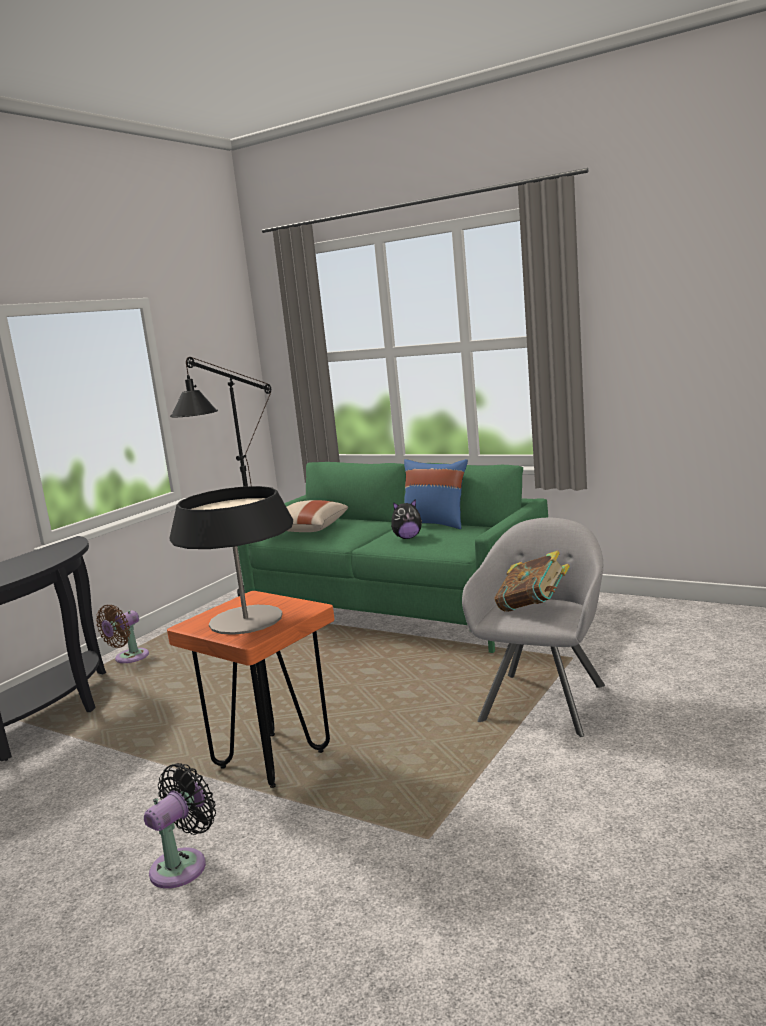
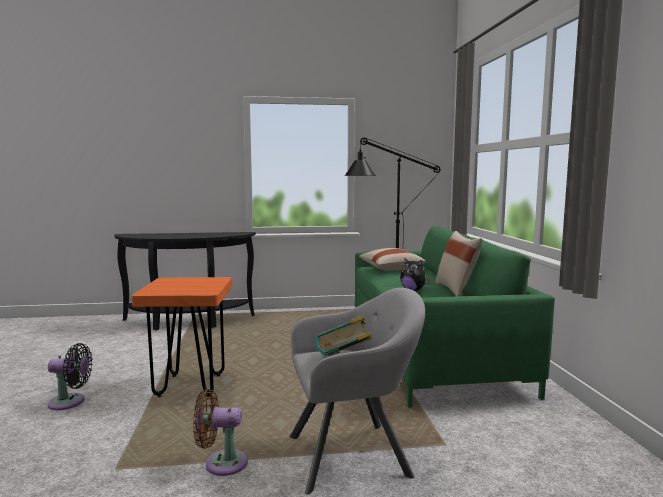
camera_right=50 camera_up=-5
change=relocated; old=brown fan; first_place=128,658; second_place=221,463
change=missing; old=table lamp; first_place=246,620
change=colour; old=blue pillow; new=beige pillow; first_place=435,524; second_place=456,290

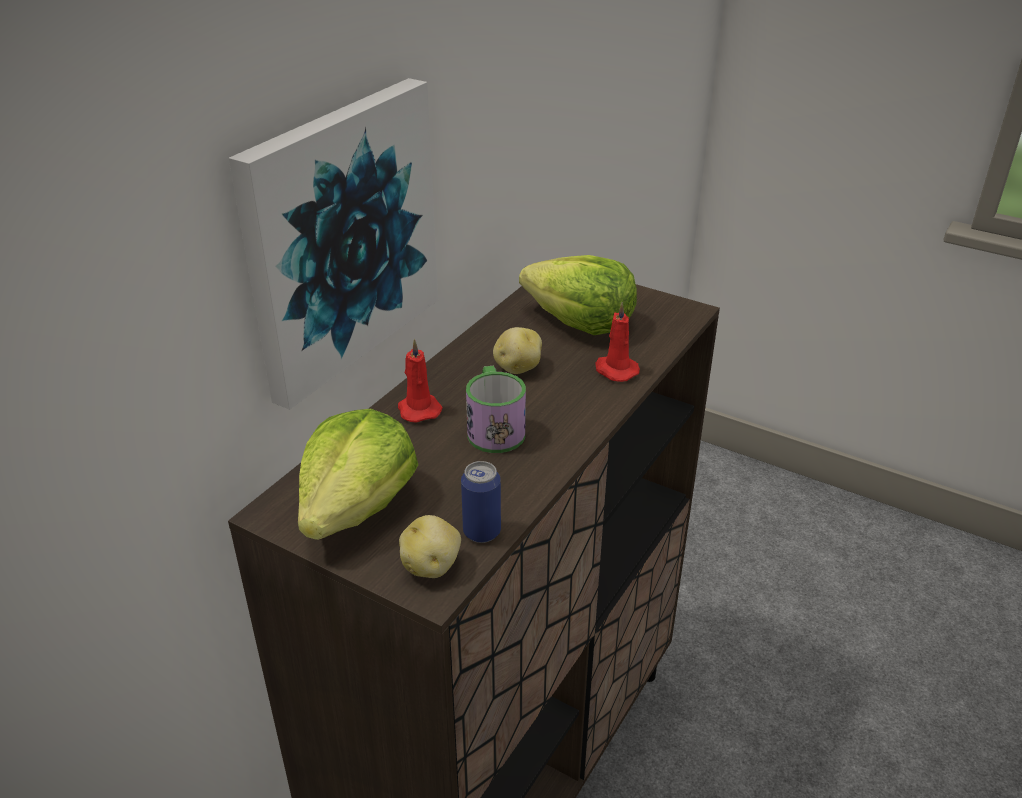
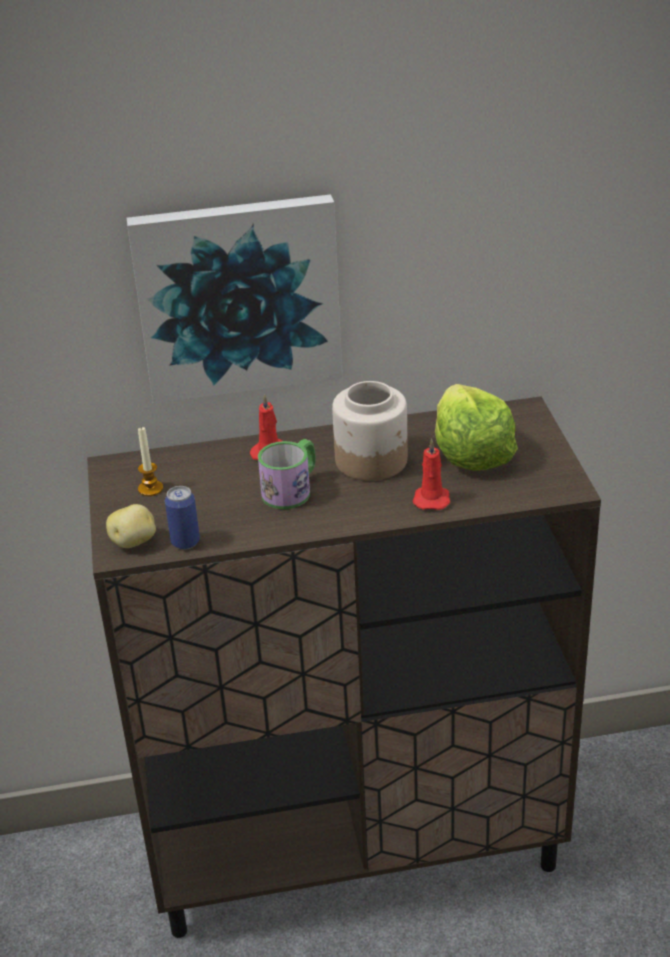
camera_right=50 camera_up=0
change=exchanged; old=lettuce; new=candle; first_place=357,507; second_place=150,489
change=exchanged; old=potato; new=jar; first_place=517,368; second_place=372,460

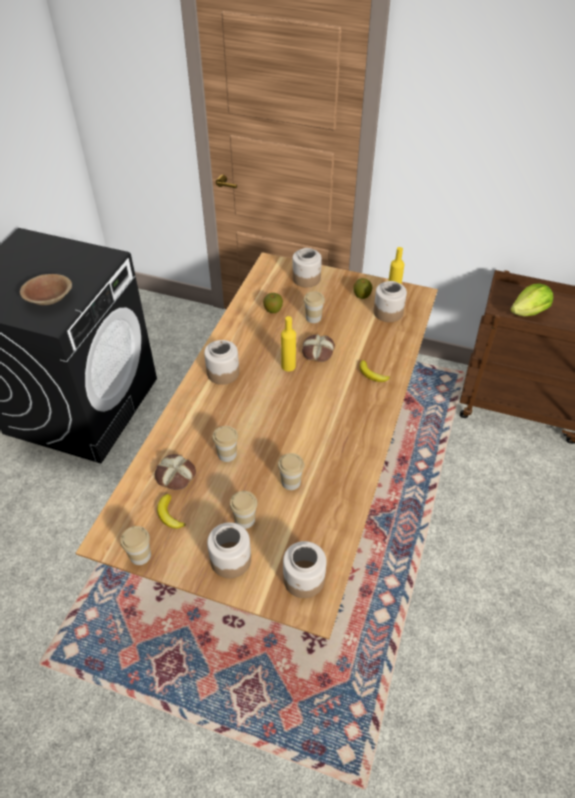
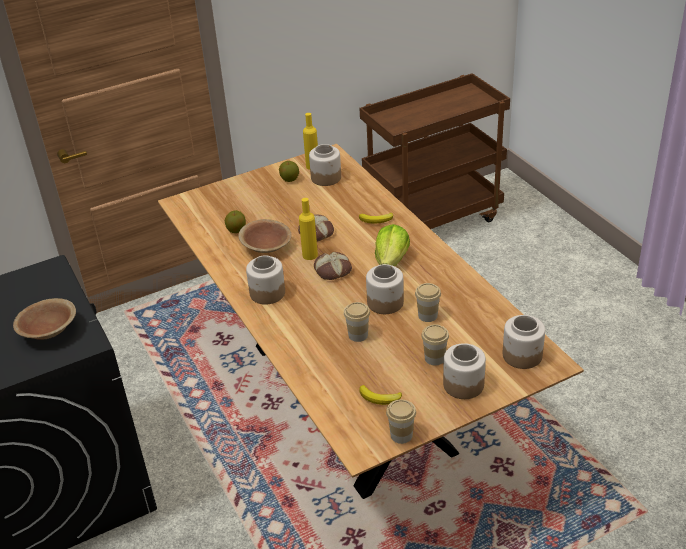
camera_right=-45 camera_up=-10
change=relocated; old=bread; first_place=175,476; second_place=333,270
change=relocated; old=jar; first_place=306,278; second_place=385,302
change=missing; old=cup; first_place=313,318
change=relocated; old=lettuce; first_place=529,312; second_place=392,260
change=appeared; new=brown bowl; second_place=266,247

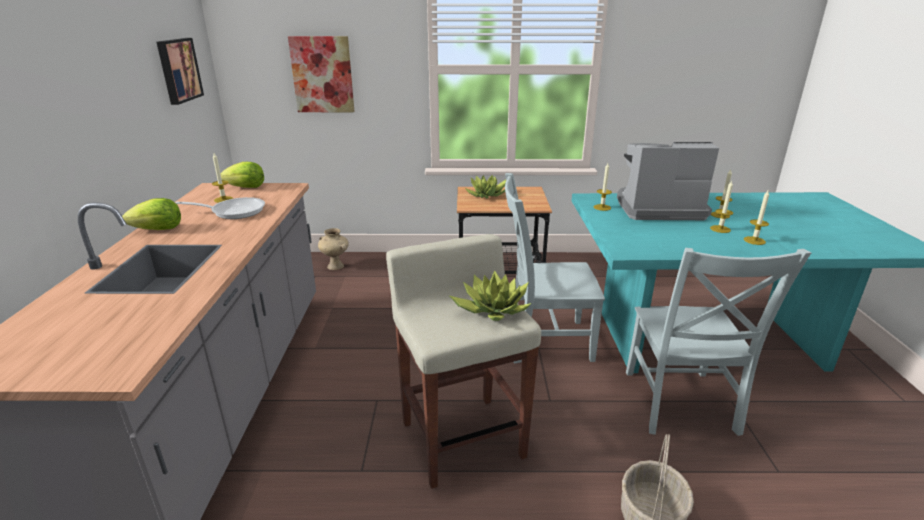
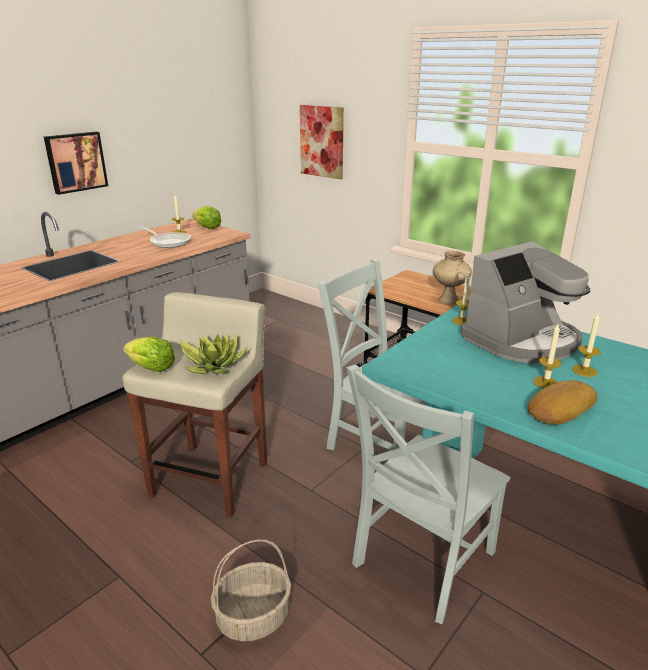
camera_right=40 camera_up=0
change=relocated; old=lettuce; first_place=158,230; second_place=151,368
change=relocated; old=picture; first_place=178,70; second_place=75,162
change=relocated; old=beige vase; first_place=336,266; second_place=449,300
change=missing; old=potted plant; first_place=487,195
change=spun; old=coffee machine; first_place=657,208; second_place=522,340; degrees=105
change=exchanged; old=candle; new=bread; first_place=754,240; second_place=559,408

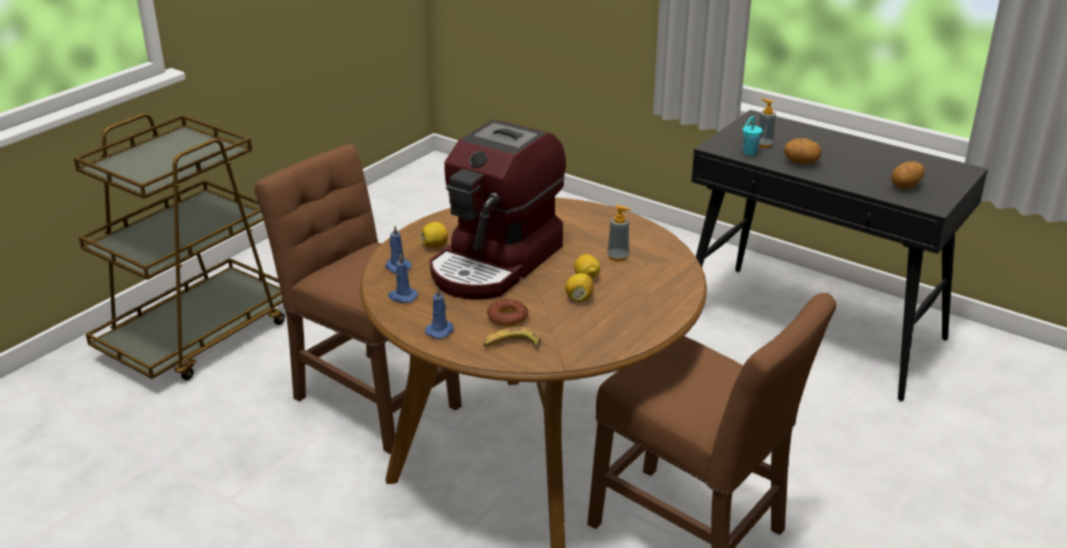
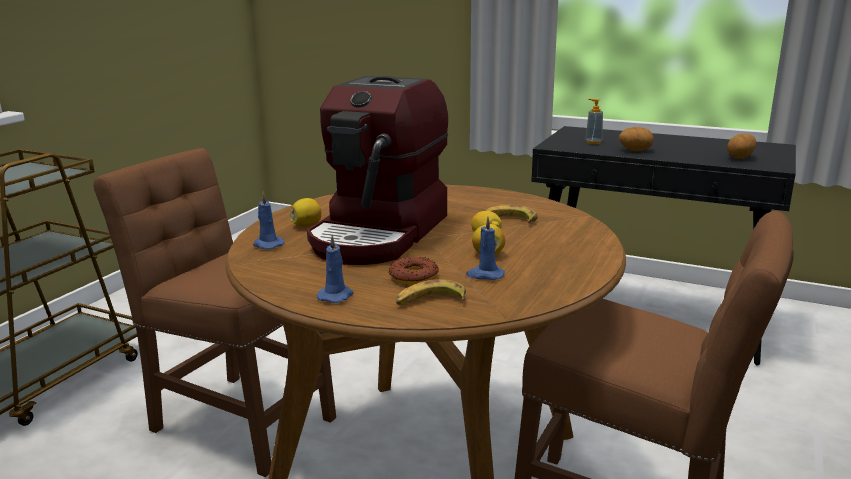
camera_right=-10 camera_up=-10
change=relocated; old=blue candle; first_place=402,297; second_place=485,275
change=exchanged; old=soap dispenser; new=banana; first_place=618,257; second_place=509,219
change=missing; old=turquoise cup; first_place=749,153

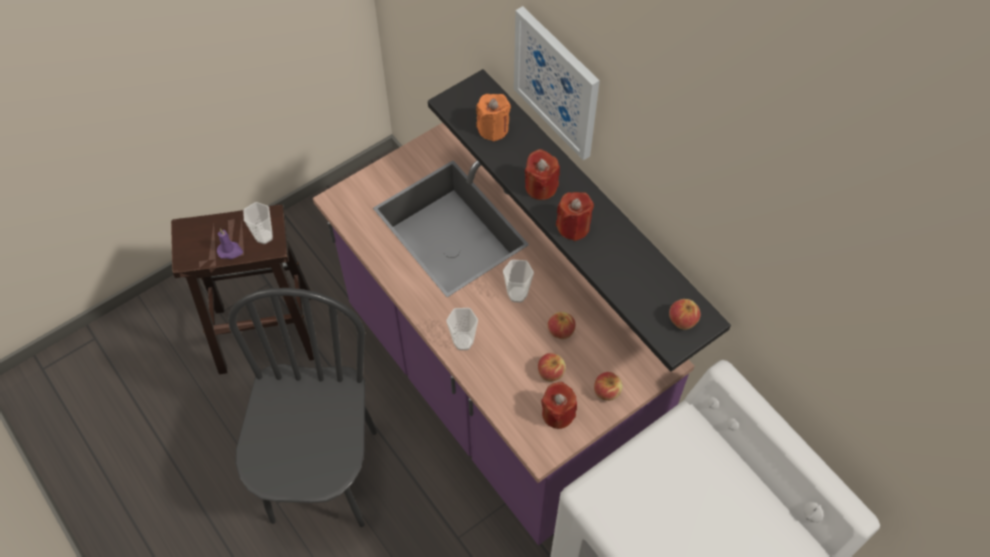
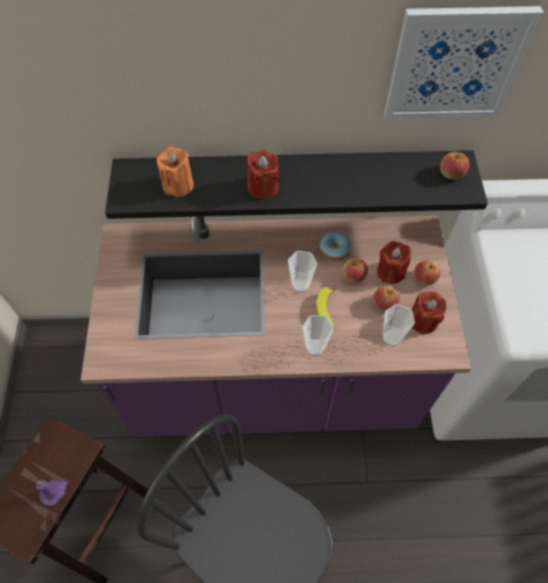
camera_right=-55 camera_up=0
change=relocated; old=cup; first_place=264,236; second_place=391,337
change=relocated; old=picture; first_place=557,83; second_place=455,64
change=relocated; old=red candle; first_place=573,226; second_place=390,272
change=appeared; new=banana; second_place=327,312
change=appeared; new=donut; second_place=335,249

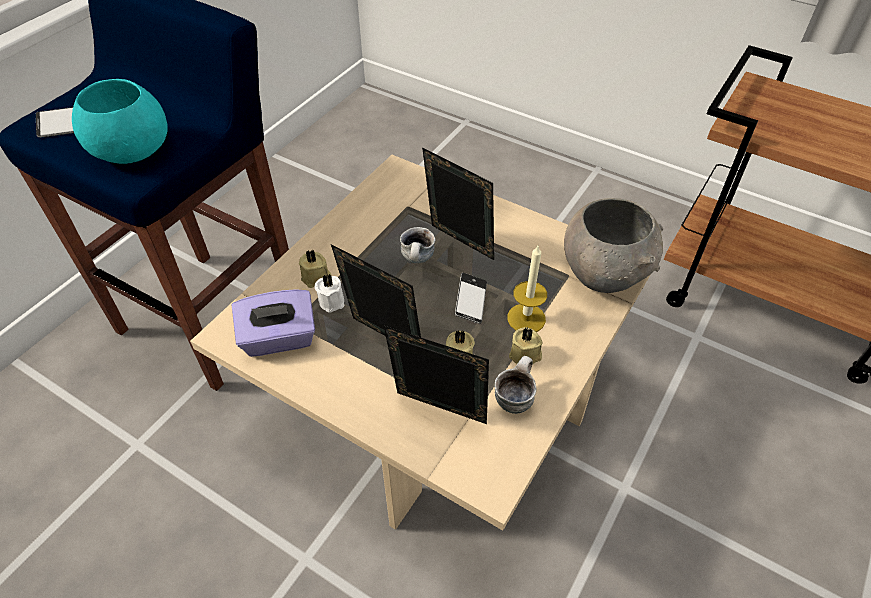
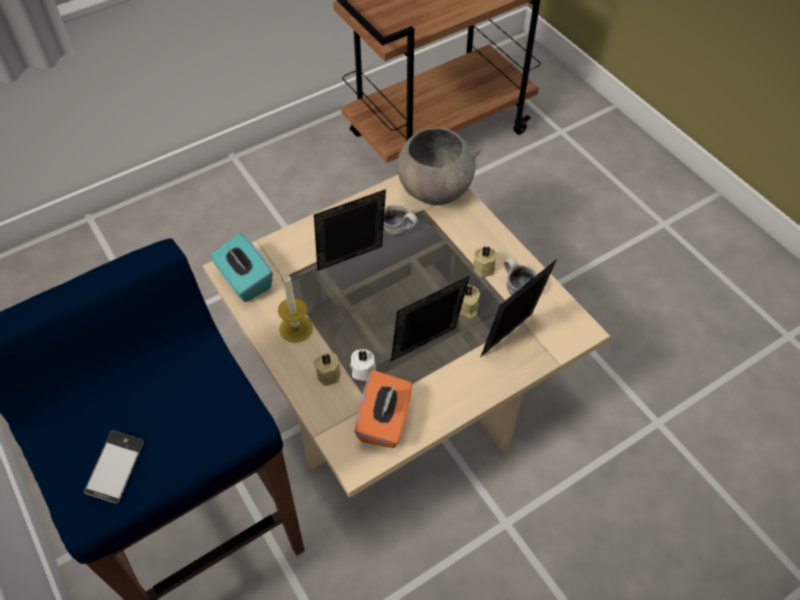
camera_right=-65 camera_up=5
change=missing; old=turquoise bowl; first_place=132,149
change=colour; old=purple tissue box; new=orange tissue box; first_place=279,339; second_place=384,421
change=relocated; old=mug; first_place=418,260; second_place=399,230
change=missing; old=phone; first_place=470,301
change=relocated; old=candle; first_place=526,318; second_place=296,328
change=appeared; new=turquoise tissue box; second_place=244,280

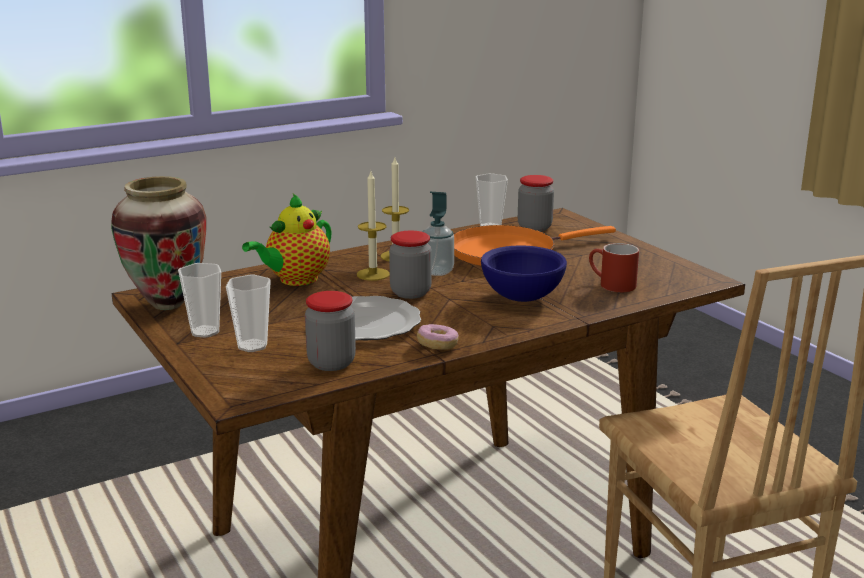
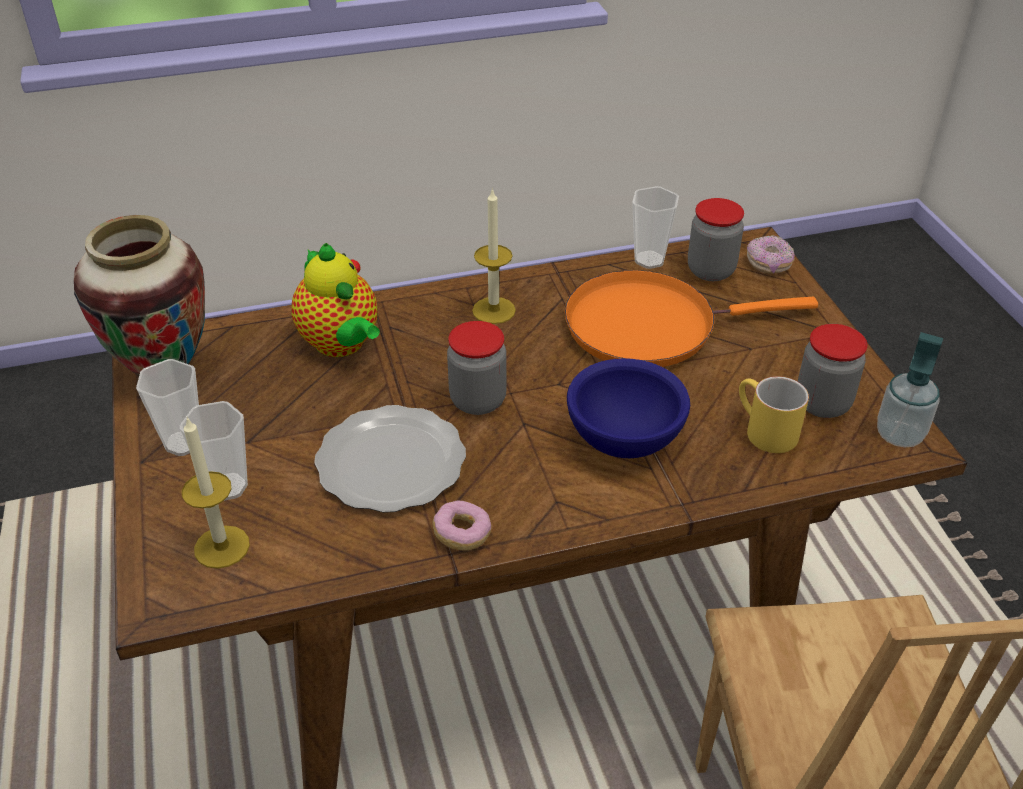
camera_right=15 camera_up=20
change=spun; old=teapot; first_place=295,280; second_place=342,345; degrees=-90
change=relocated; old=jar; first_place=331,363; second_place=822,403
change=relocated; old=candle; first_place=373,274; second_place=222,547
change=relocated; old=soap dispenser; first_place=437,271; second_place=899,435
change=colour; old=red mug; new=yellow mug; first_place=610,285; second_place=762,431
change=appeared; new=donut; second_place=768,264

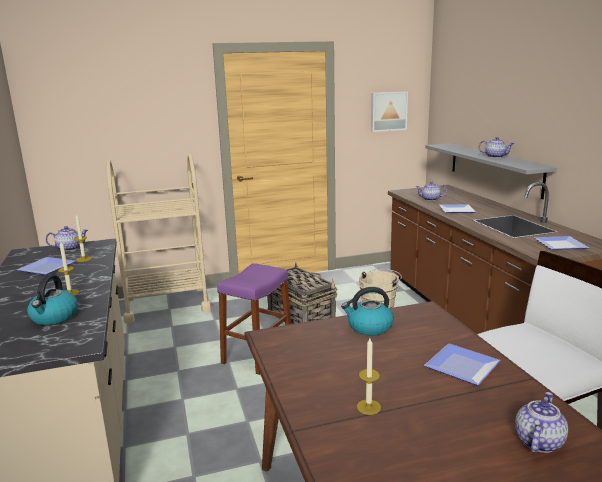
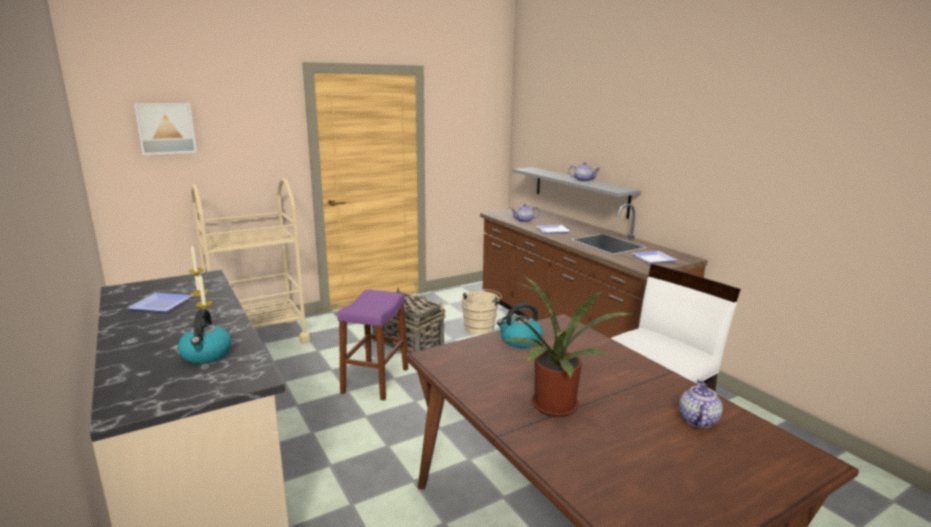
camera_right=-15 camera_up=0
change=missing; old=teapot; first_place=69,248
change=exchanged; old=candle; new=potted plant; first_place=368,407; second_place=553,408
change=relocated; old=picture; first_place=388,111; second_place=166,128
change=missing; old=plate; first_place=463,368

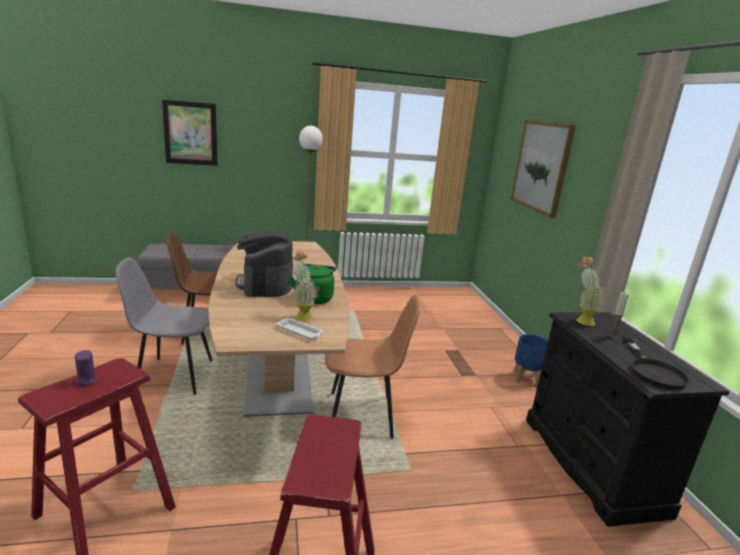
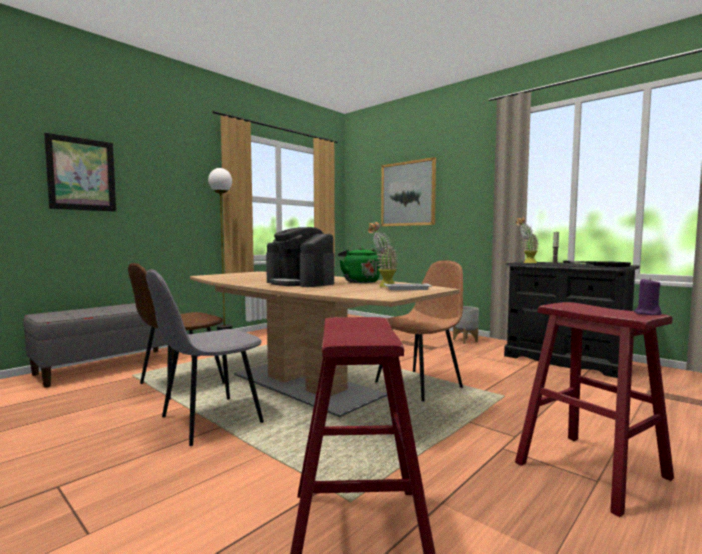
camera_right=-35 camera_up=-15
change=relocated; old=purple candle; first_place=86,381; second_place=647,313
change=colour; old=blue planter; new=grey planter; first_place=527,378; second_place=465,340

